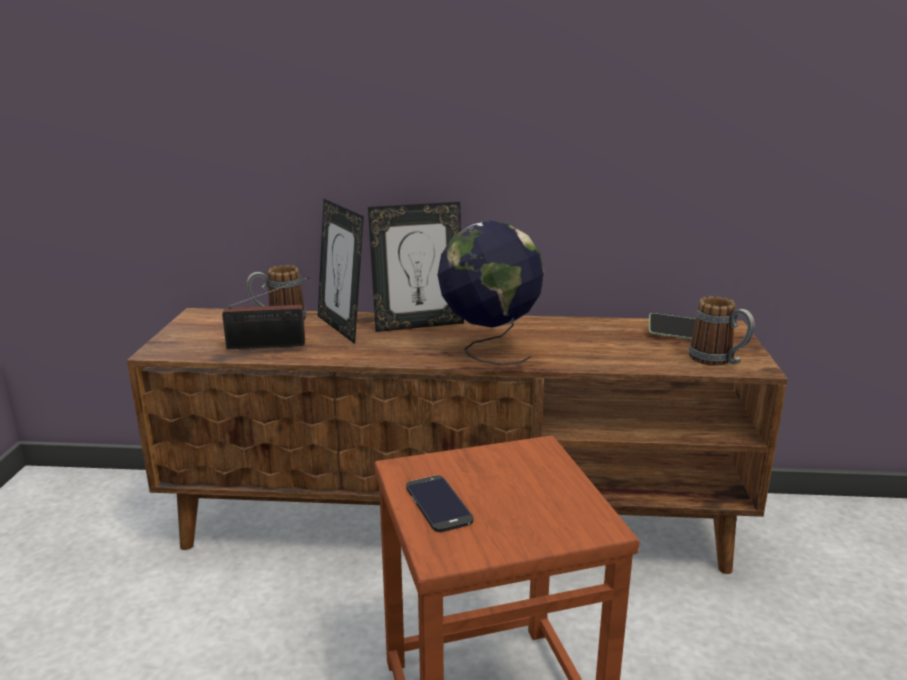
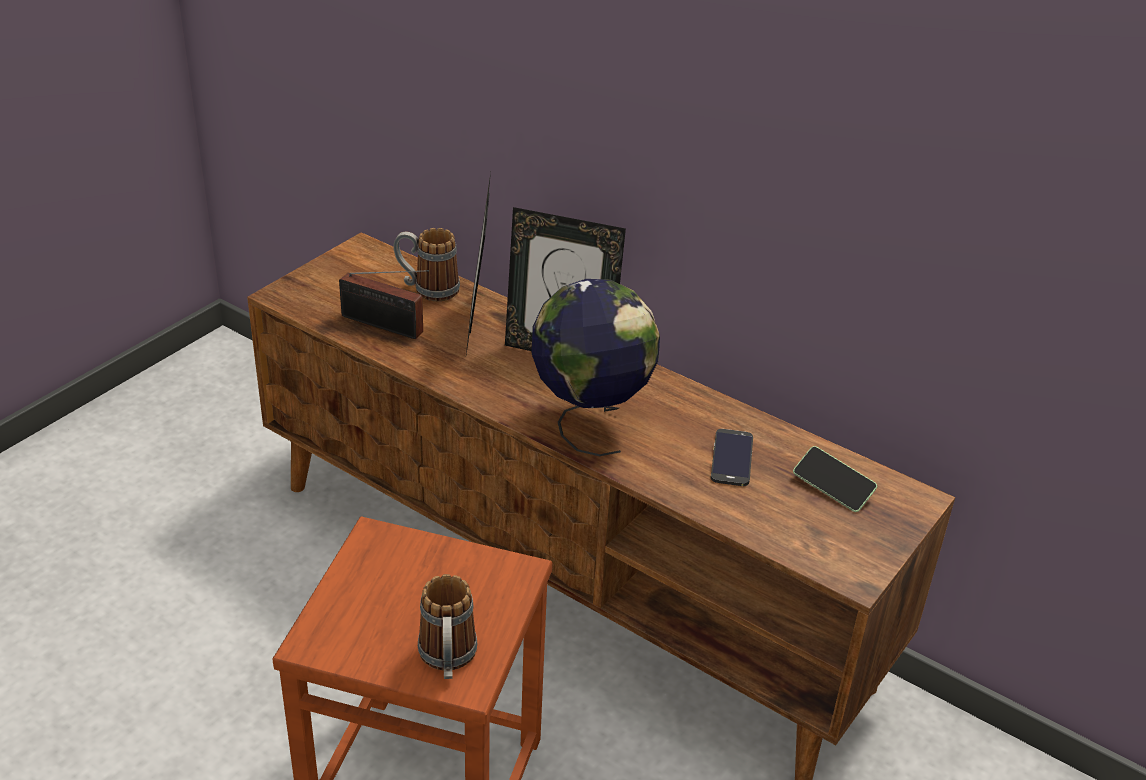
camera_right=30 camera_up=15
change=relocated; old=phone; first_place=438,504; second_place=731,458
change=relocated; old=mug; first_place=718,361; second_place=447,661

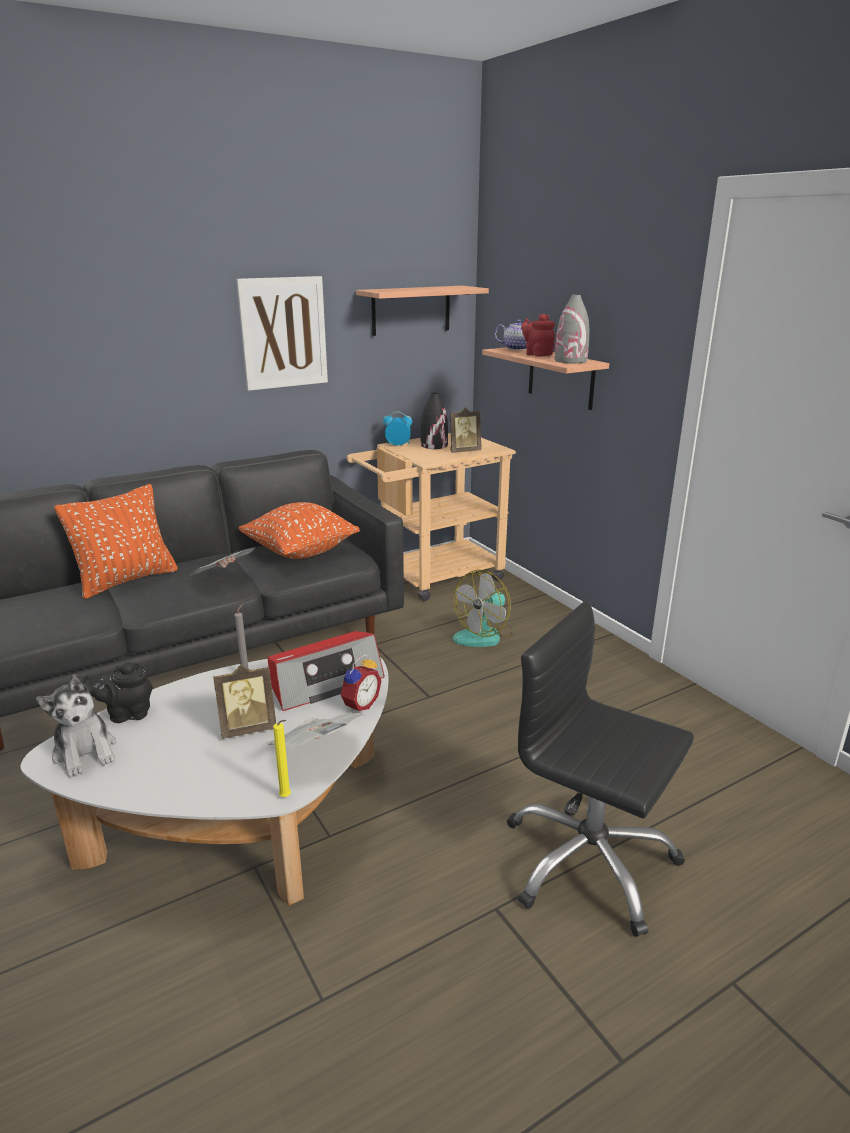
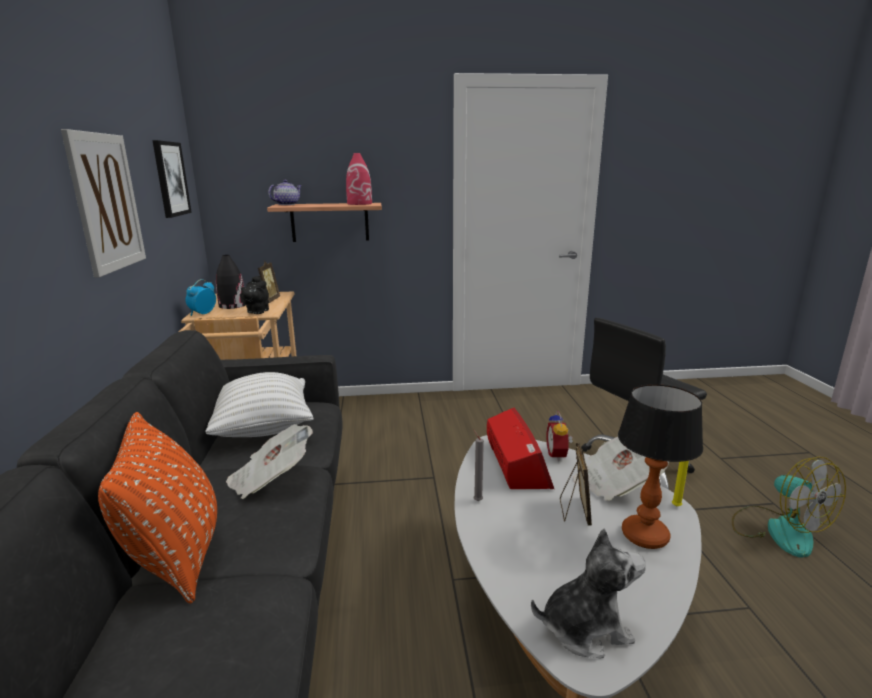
camera_right=-65 camera_up=-5
change=relocated; old=black teapot; first_place=127,714; second_place=257,312
change=colour; old=orange pillow; new=white pillow; first_place=300,552; second_place=263,428
change=spun; old=alarm clock; first_place=359,705; second_place=558,455; degrees=-150
change=exchanged; old=shelf; new=picture; first_place=411,310; second_place=170,179
change=relocated; old=fan; first_place=484,635; second_place=778,530
change=missing; old=red teapot; first_place=537,354
change=colour; old=grey vase; new=red vase; first_place=571,361; second_place=360,204
change=appeared; new=table lamp; second_place=644,535

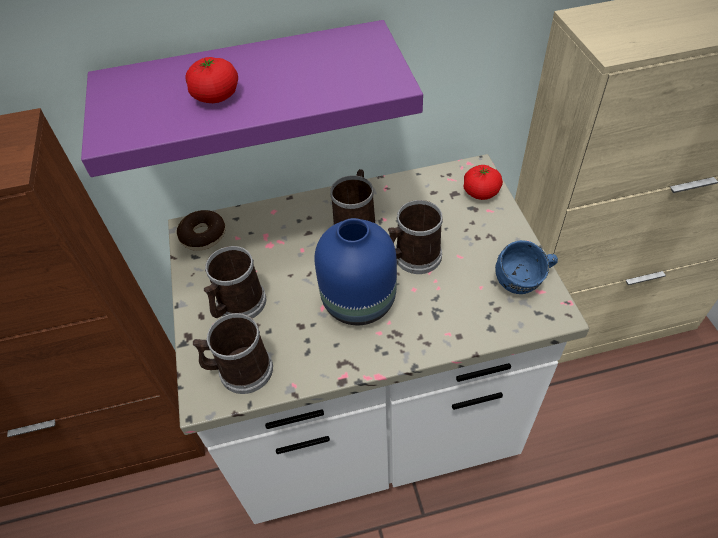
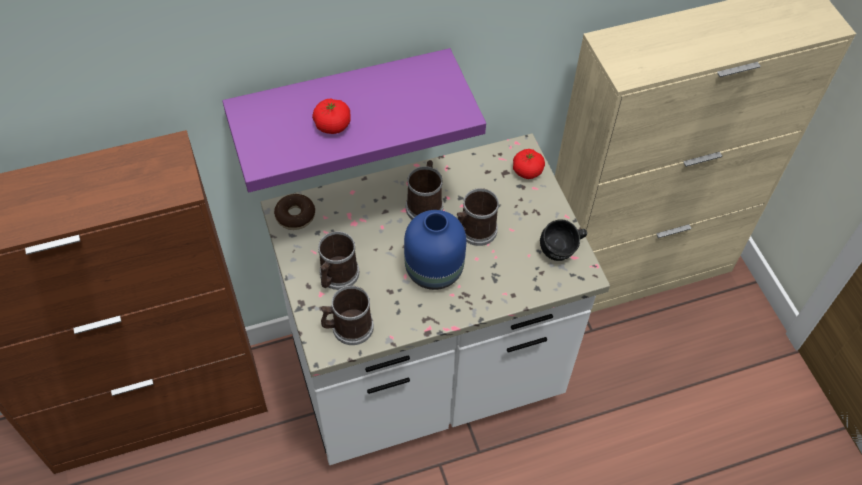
camera_right=-10 camera_up=5
change=colour; old=blue mug; new=black mug; first_place=524,283; second_place=562,251

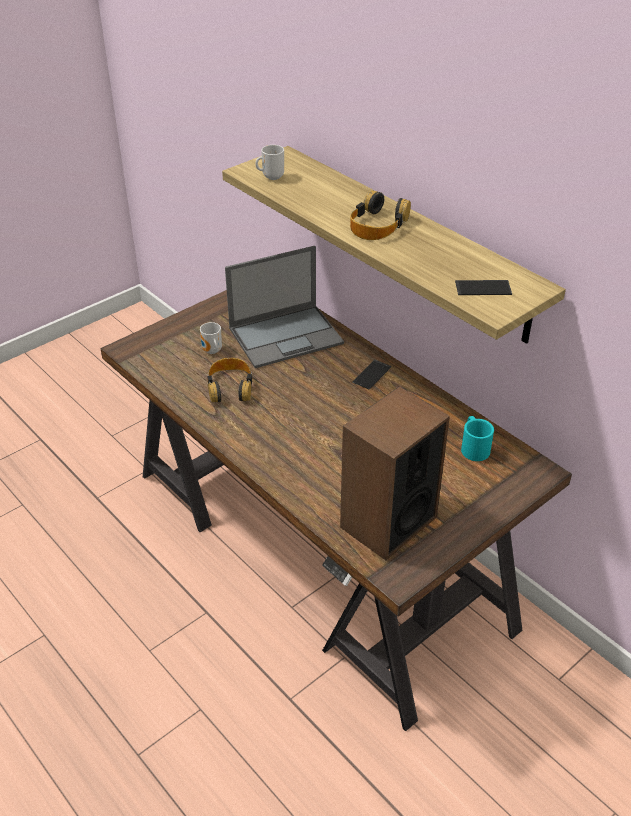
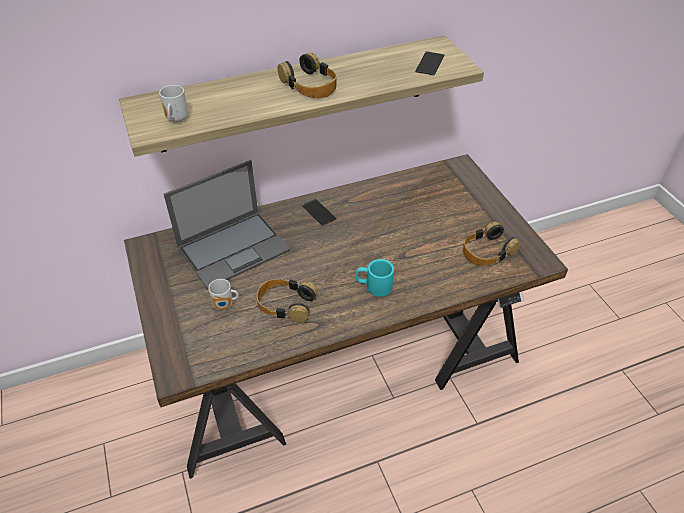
camera_right=-70 camera_up=5
change=spun; old=laptop; first_place=287,335; second_place=234,248; degrees=60
change=exchanged; old=speaker; new=headphones; first_place=388,522; second_place=487,251
change=relocated; old=turquoise mug; first_place=473,446; second_place=373,286

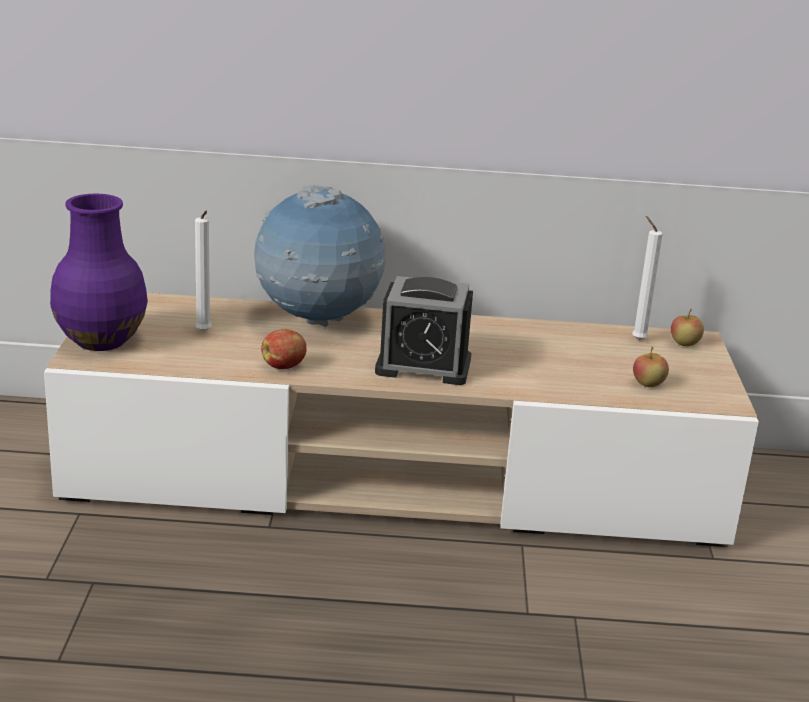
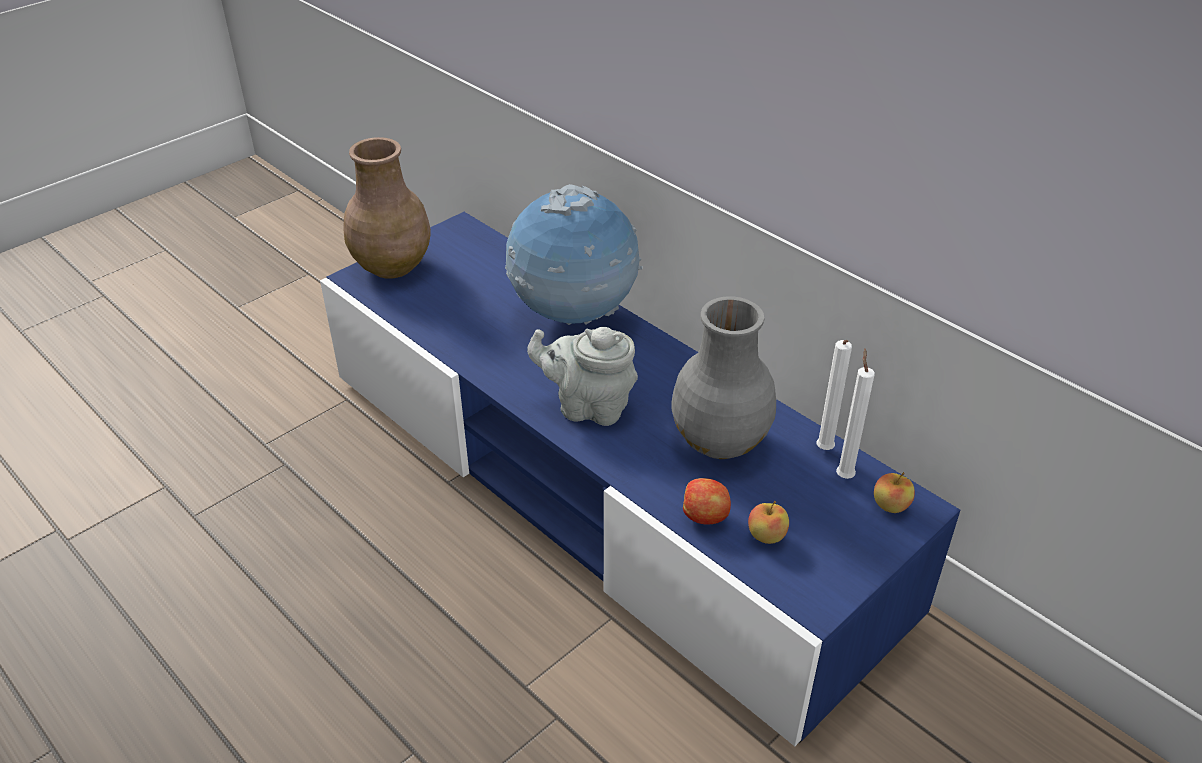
camera_right=45 camera_up=15
change=colour; old=beige tv stand; new=blue tv stand; first_place=396,476; second_place=601,487
change=colour; old=purple vase; new=brown vase; first_place=102,340; second_place=393,266
change=relocated; old=white candle; first_place=203,333; second_place=823,451
change=relocated; old=apple; first_place=284,366; second_place=705,517
change=exchanged; old=alarm clock; new=grey teapot; first_place=423,366; second_place=588,407
change=appeared; new=grey vase; second_place=720,442

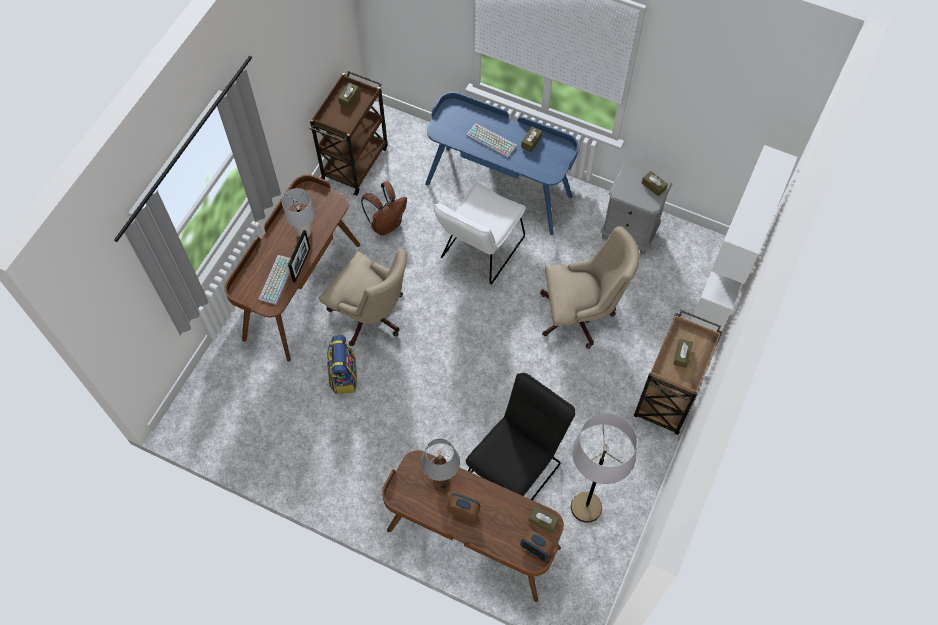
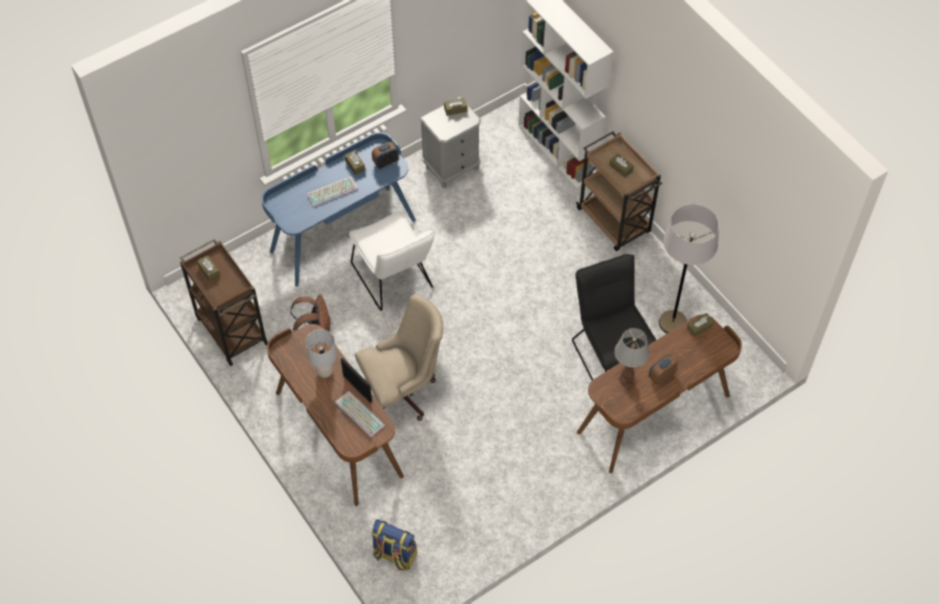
camera_right=-60 camera_up=-5
change=relocated; old=backpack; first_place=343,376; second_place=394,555
change=relocated; old=alarm clock; first_place=536,549; second_place=386,163
change=missing; old=beige office chair; first_place=580,315

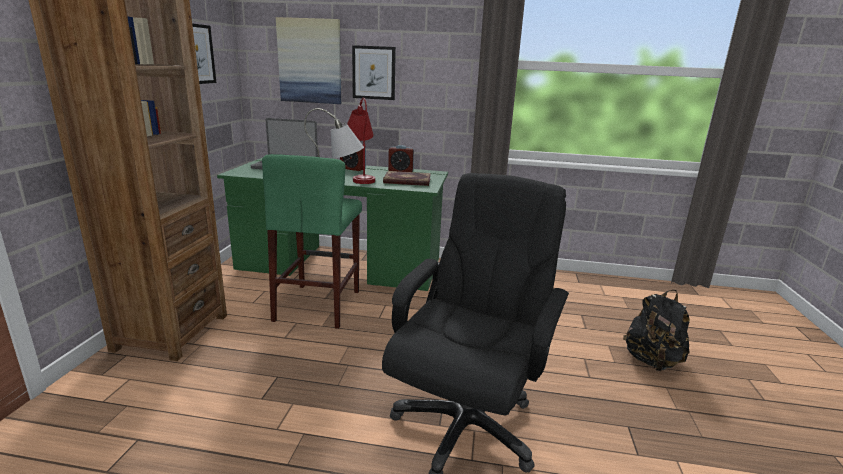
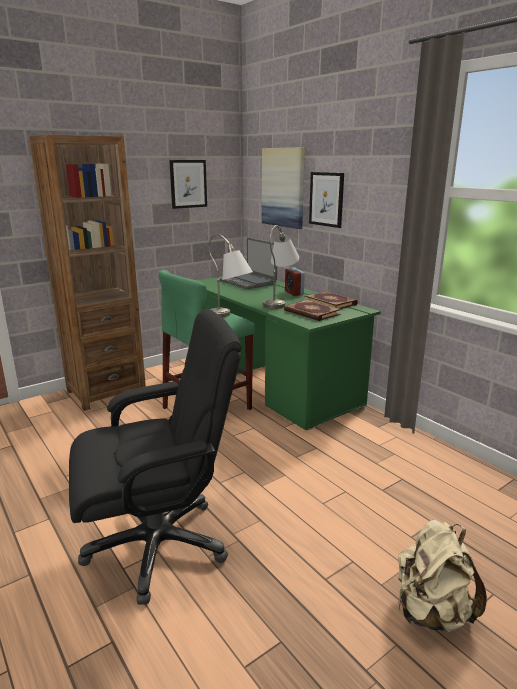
camera_right=45 camera_up=0
change=colour; old=red table lamp; new=grey table lamp; first_place=361,177; second_place=280,302
change=exchanged; old=alarm clock; new=book; first_place=400,171; second_place=330,302
change=colour; old=black backpack; new=beige backpack; first_place=652,361; second_place=431,612

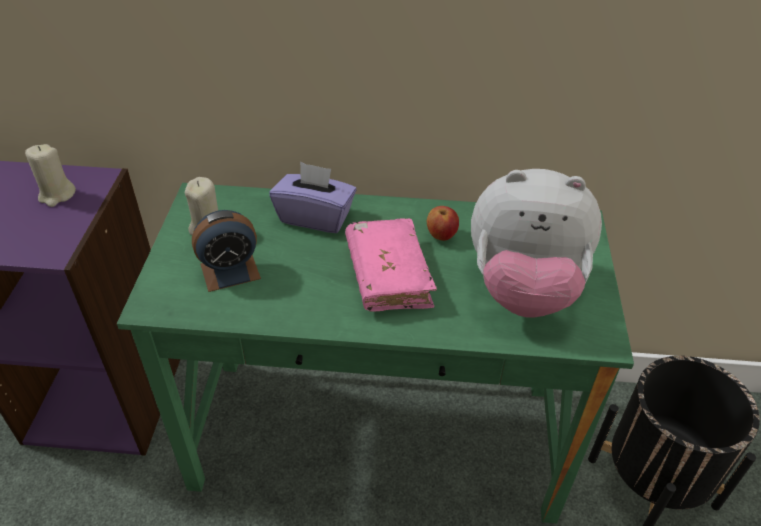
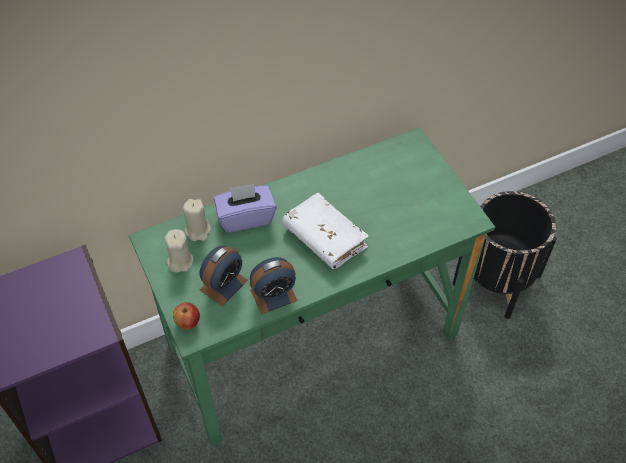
camera_right=-30 camera_up=10
change=relocated; old=beige candle; first_place=56,195; second_place=198,230
change=colour; old=pink book; new=white book; first_place=388,275; second_place=324,237
change=relocated; old=apple; first_place=441,235; second_place=188,322
change=missing; old=plush toy; first_place=523,289
change=appeared; new=alarm clock; second_place=273,295

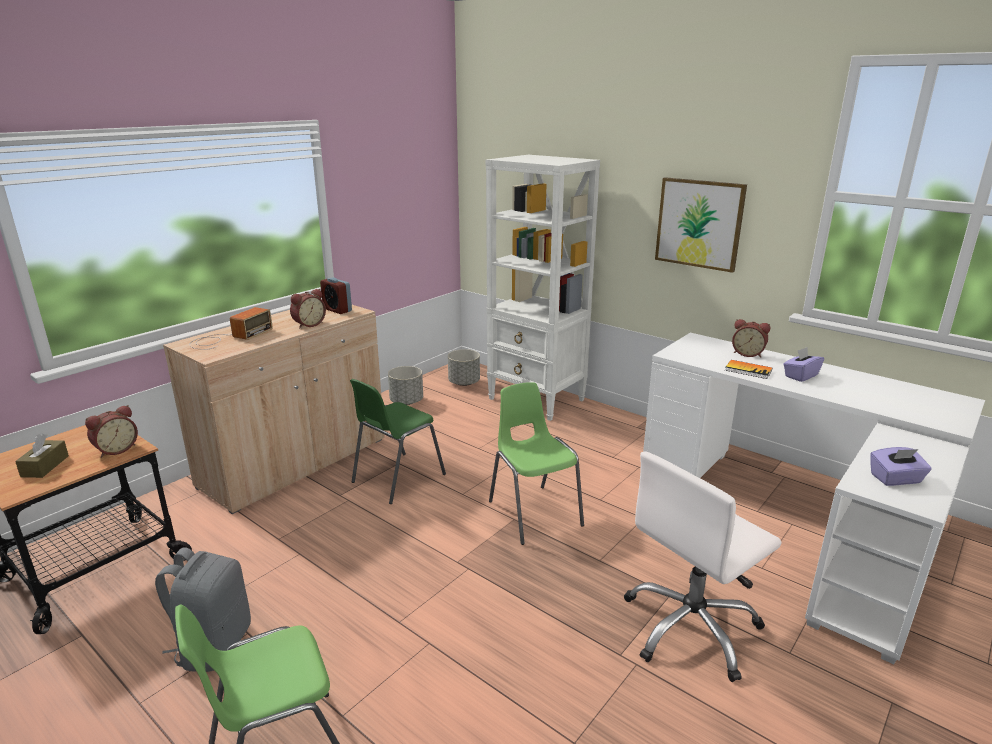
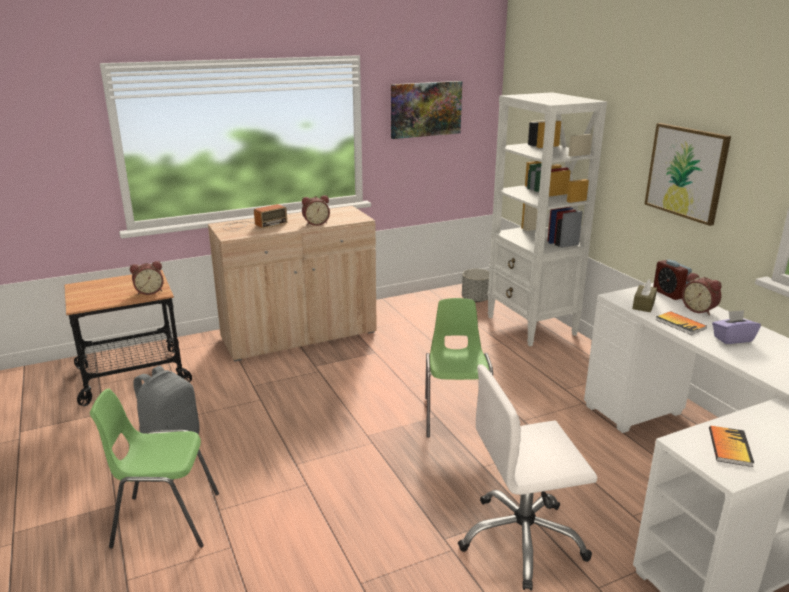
camera_right=25 camera_up=0
change=relocated; old=brown tissue box; first_place=45,466; second_place=643,304
change=relocated; old=alarm clock; first_place=337,310; second_place=669,294
change=missing; old=green chair; first_place=397,478
change=missing; old=grey planter; first_place=406,401
change=exchanged; old=purple tissue box; new=book; first_place=896,479; second_place=729,447
change=appeared; new=picture; second_place=425,109

